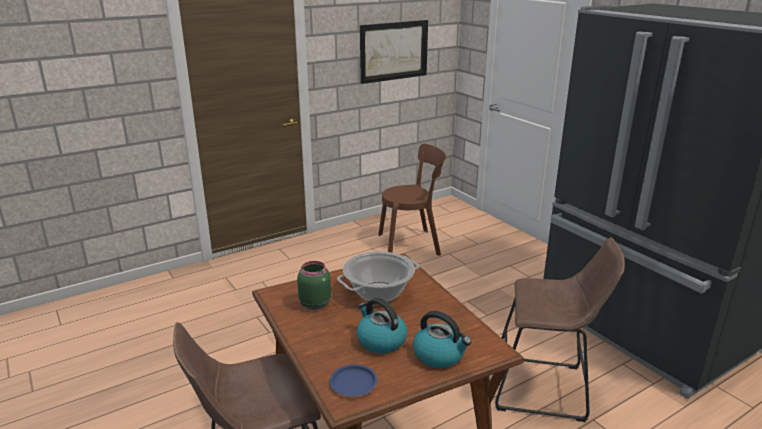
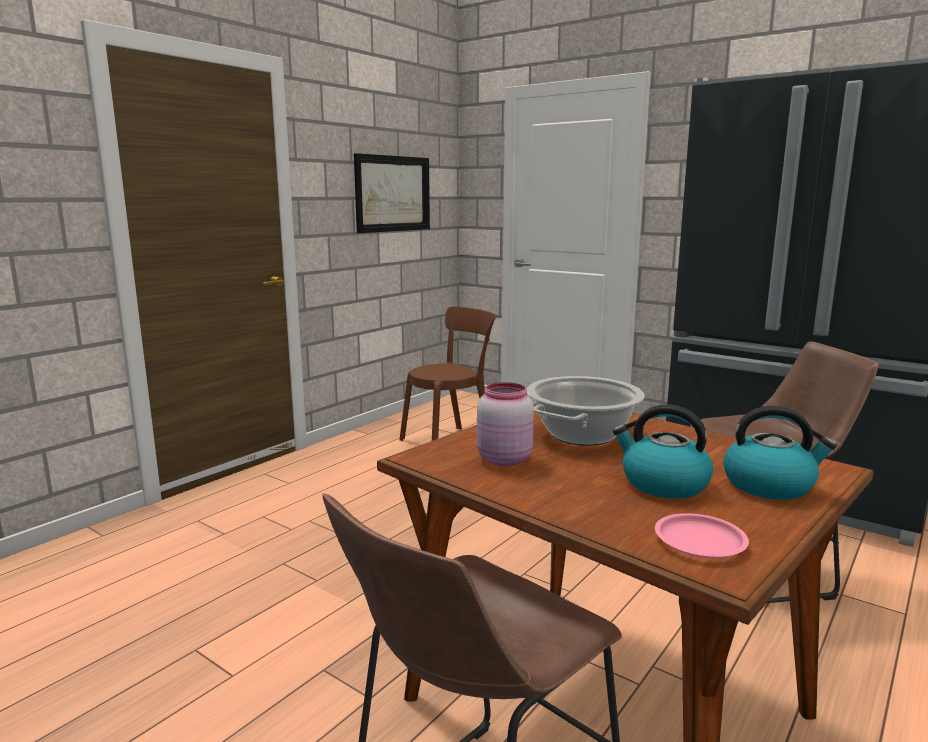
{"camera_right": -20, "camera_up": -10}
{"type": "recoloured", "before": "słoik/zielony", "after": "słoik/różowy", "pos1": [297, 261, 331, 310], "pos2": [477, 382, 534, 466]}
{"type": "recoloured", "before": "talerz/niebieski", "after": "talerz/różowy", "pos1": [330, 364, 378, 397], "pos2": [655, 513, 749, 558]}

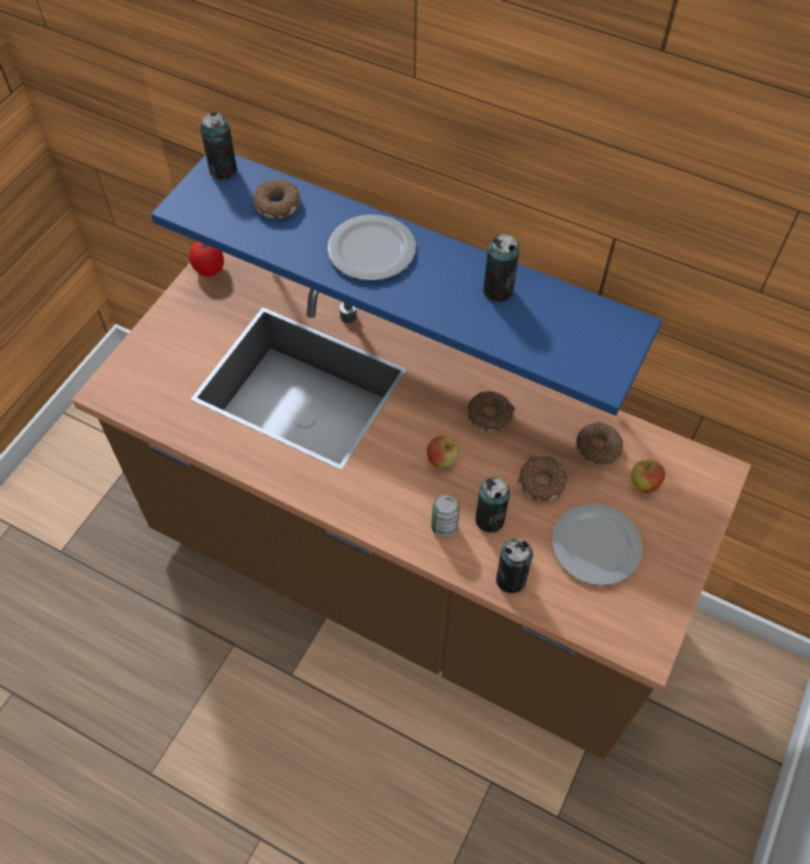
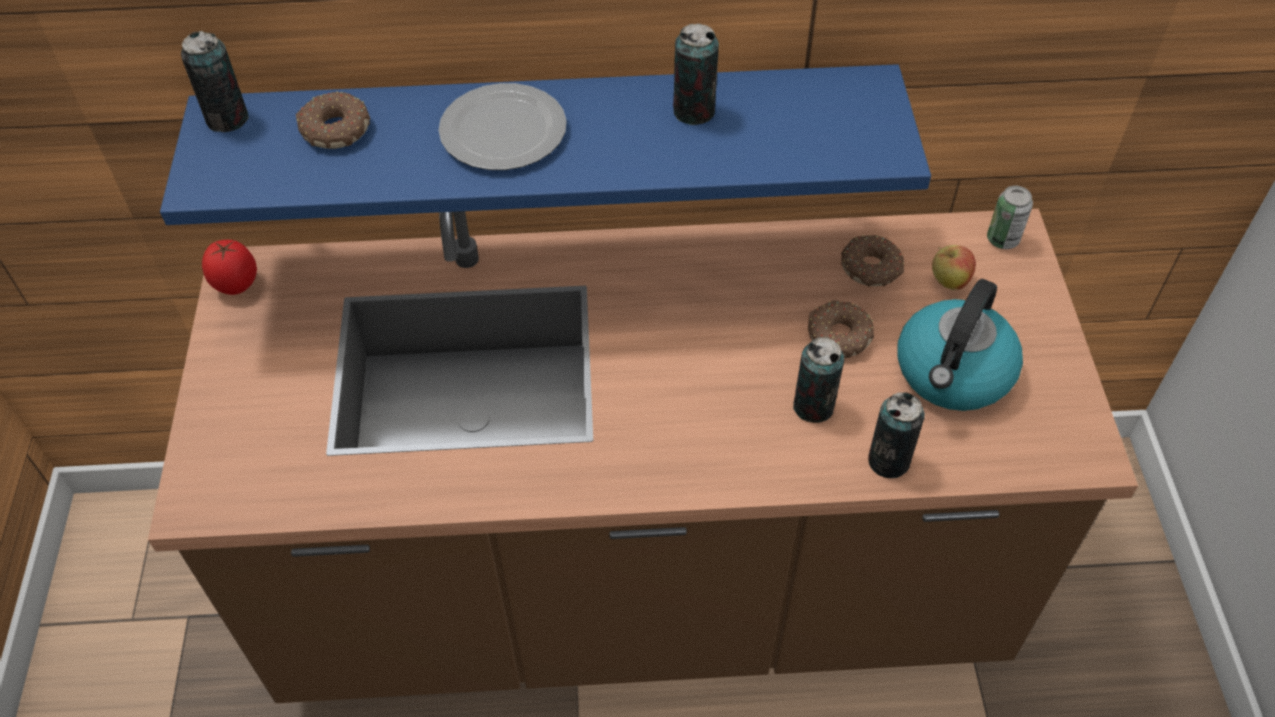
{"camera_right": -30, "camera_up": -5}
{"type": "removed", "before": "donut", "pos1": [467, 391, 515, 432]}
{"type": "removed", "before": "jabłko", "pos1": [427, 435, 459, 468]}
{"type": "moved", "before": "puszka", "pos1": [431, 494, 460, 538], "pos2": [987, 186, 1033, 249]}
{"type": "replaced", "before": "talerz", "after": "czajnik", "pos1": [552, 504, 642, 585], "pos2": [897, 279, 1023, 411]}

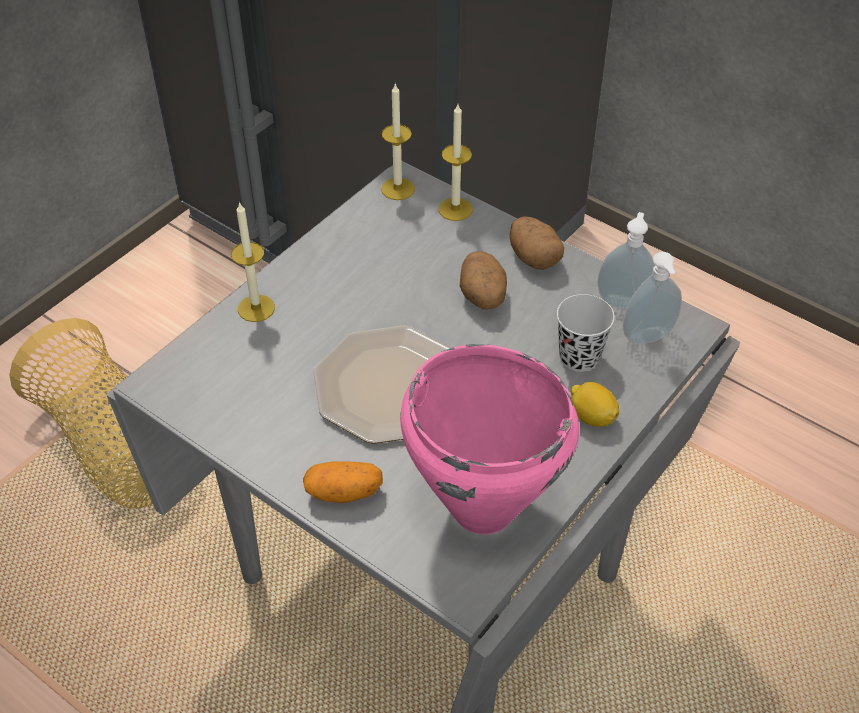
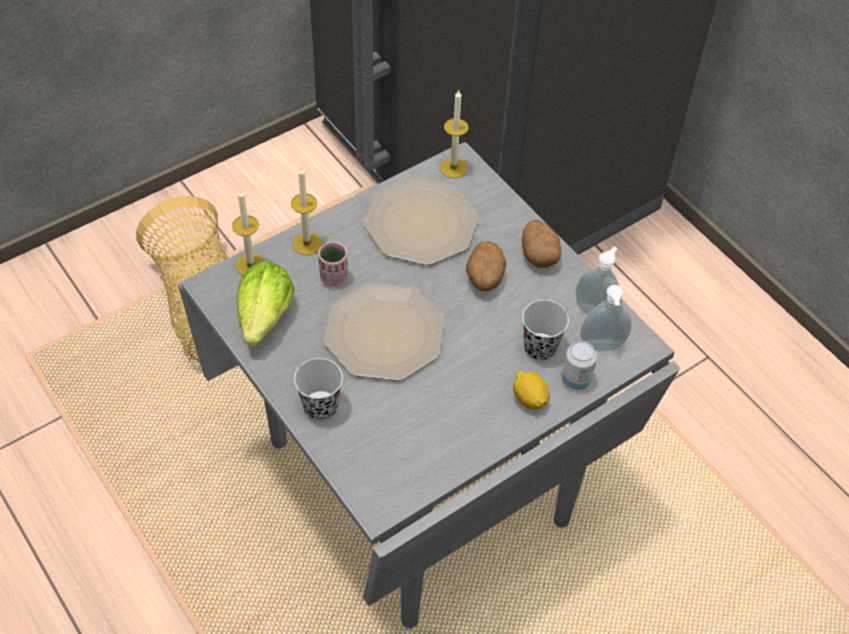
{"camera_right": 15, "camera_up": 5}
{"type": "moved", "before": "świeca", "pos1": [438, 104, 473, 221], "pos2": [232, 189, 265, 276]}
{"type": "removed", "before": "garnek/różowy", "pos1": [400, 344, 579, 535]}
{"type": "replaced", "before": "ziemniak", "after": "filiżanka/czarny", "pos1": [303, 461, 383, 503], "pos2": [294, 358, 343, 421]}
{"type": "added", "after": "talerz", "pos2": [364, 178, 479, 265]}
{"type": "added", "after": "filiżanka/różowy", "pos2": [318, 242, 348, 287]}
{"type": "added", "after": "sałata", "pos2": [237, 261, 295, 346]}
{"type": "added", "after": "puszka", "pos2": [562, 341, 597, 390]}

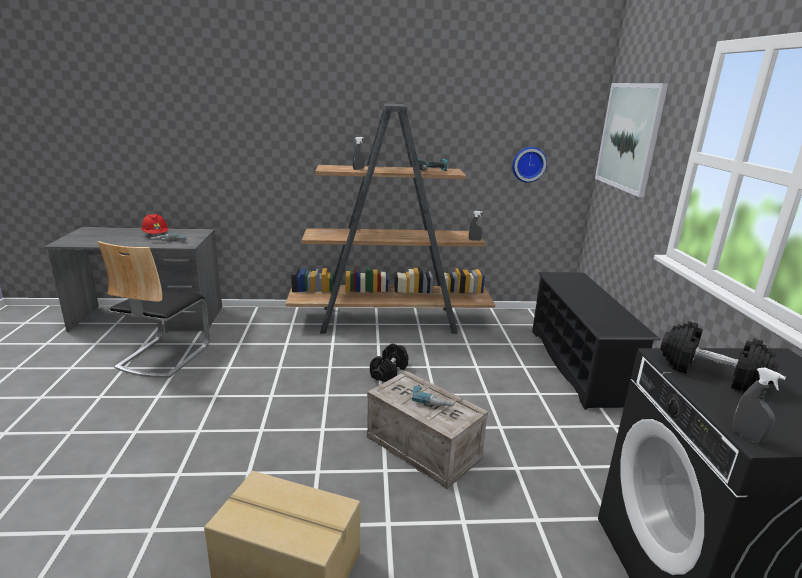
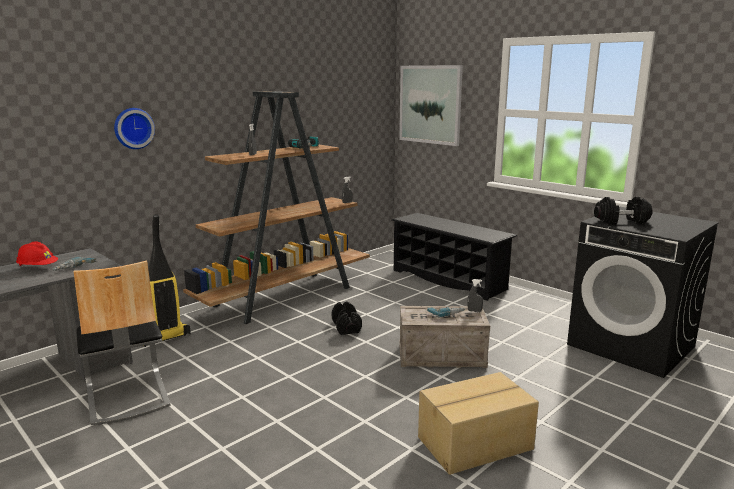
{"camera_right": -40, "camera_up": -5}
{"type": "moved", "before": "zegar ścienny", "pos1": [512, 147, 547, 183], "pos2": [114, 108, 155, 149]}
{"type": "moved", "before": "spryskiwacz/szary", "pos1": [732, 367, 786, 444], "pos2": [468, 279, 483, 312]}
{"type": "added", "after": "odkurzacz", "pos2": [143, 214, 191, 347]}

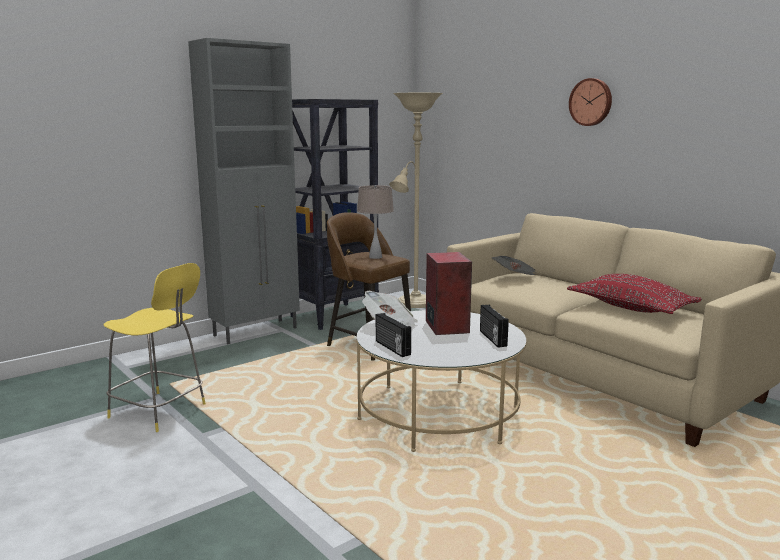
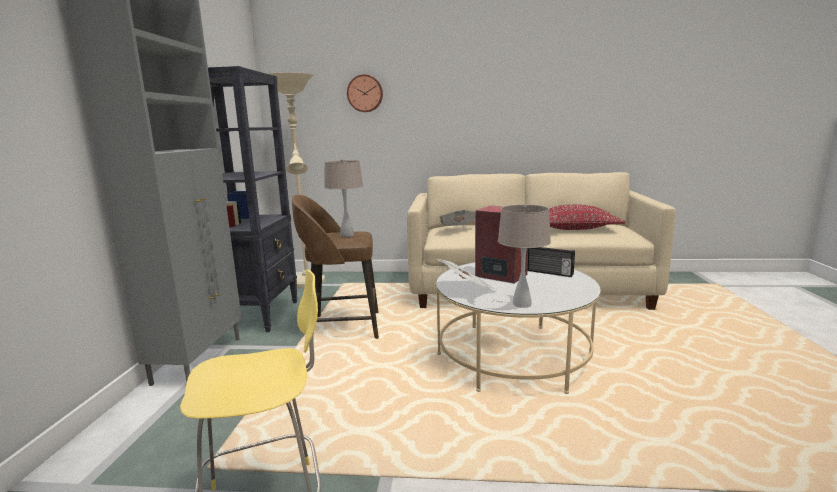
{"camera_right": -45, "camera_up": 0}
{"type": "moved", "before": "zegar ścienny", "pos1": [569, 78, 612, 126], "pos2": [347, 74, 383, 112]}
{"type": "replaced", "before": "radio", "after": "lampa stołowa/beżowy", "pos1": [376, 313, 411, 357], "pos2": [498, 205, 551, 308]}

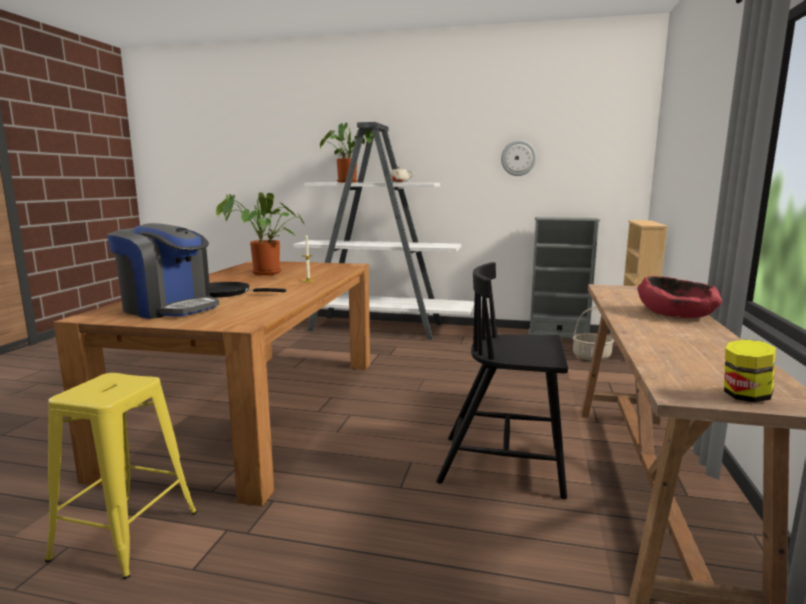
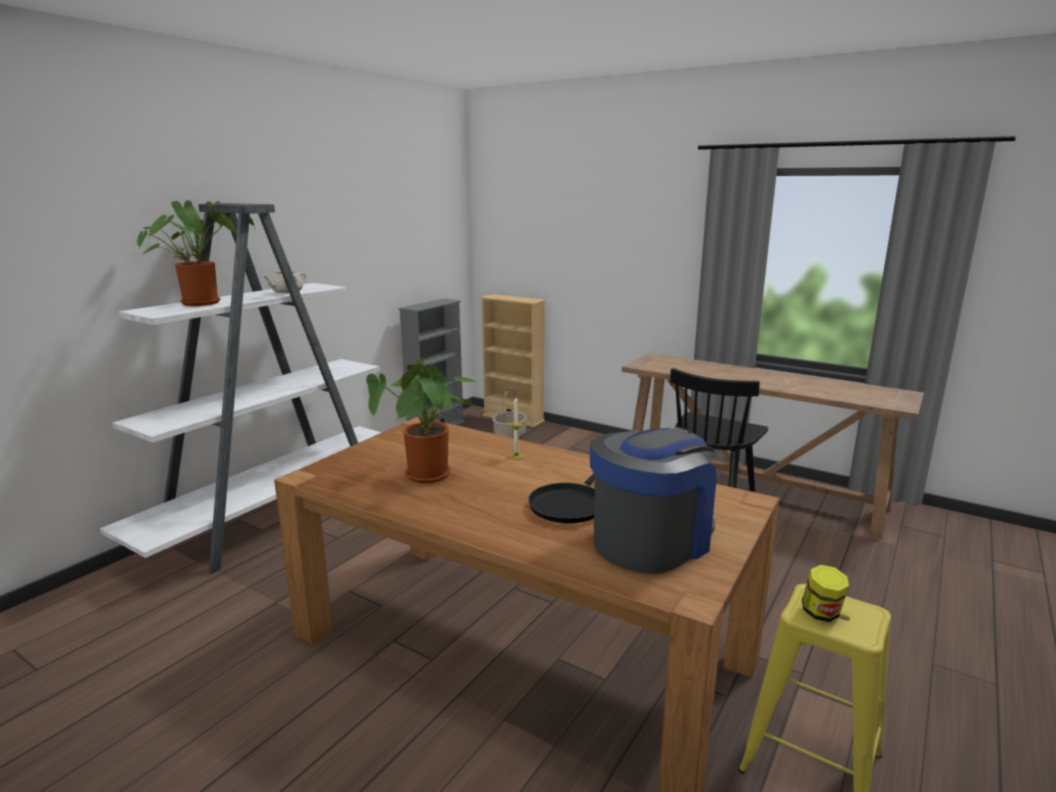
{"camera_right": -70, "camera_up": 5}
{"type": "removed", "before": "zegar ścienny", "pos1": [501, 140, 536, 176]}
{"type": "removed", "before": "miska/czerwony", "pos1": [637, 276, 722, 318]}
{"type": "moved", "before": "słoik", "pos1": [724, 339, 776, 402], "pos2": [802, 565, 849, 622]}

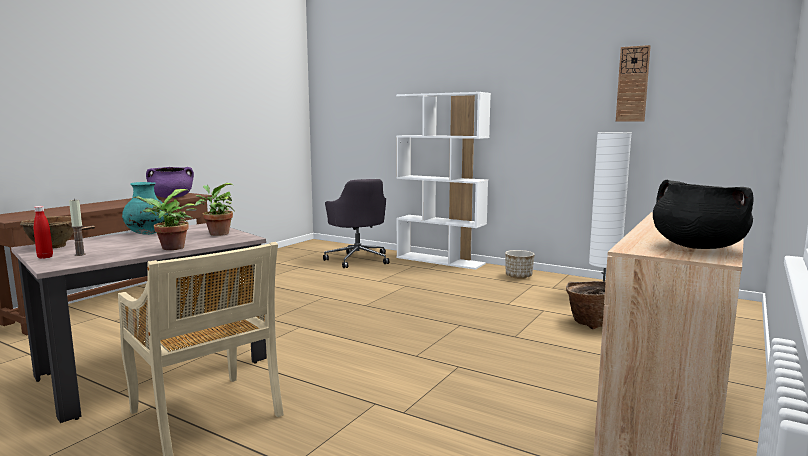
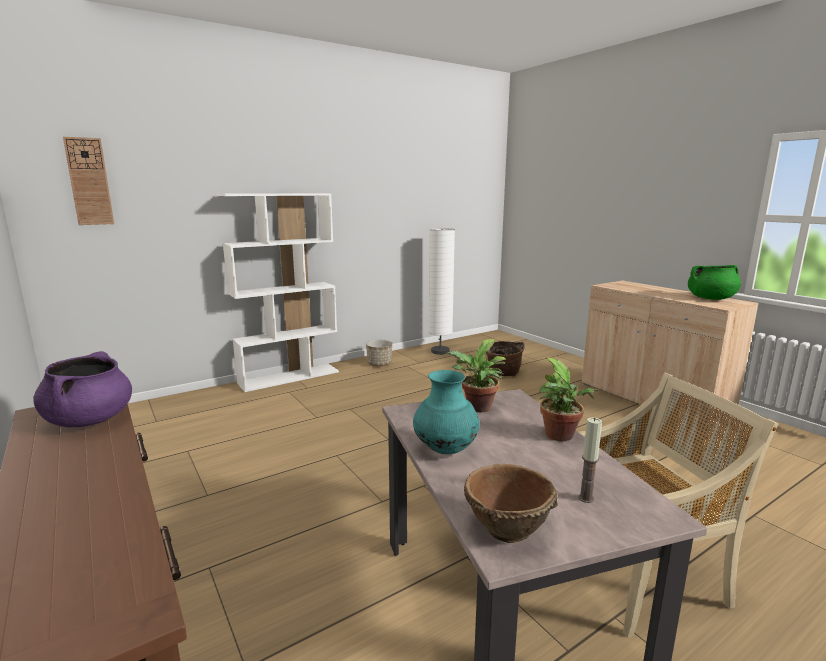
{"camera_right": -65, "camera_up": 5}
{"type": "moved", "before": "zegar ścienny", "pos1": [616, 45, 651, 121], "pos2": [63, 137, 114, 225]}
{"type": "removed", "before": "krzesło biurowe/szary", "pos1": [323, 179, 389, 268]}
{"type": "recoloured", "before": "garnek/czarny", "after": "garnek/zielony", "pos1": [653, 180, 754, 249], "pos2": [688, 265, 741, 300]}
{"type": "removed", "before": "butelka/czerwony", "pos1": [34, 206, 53, 259]}

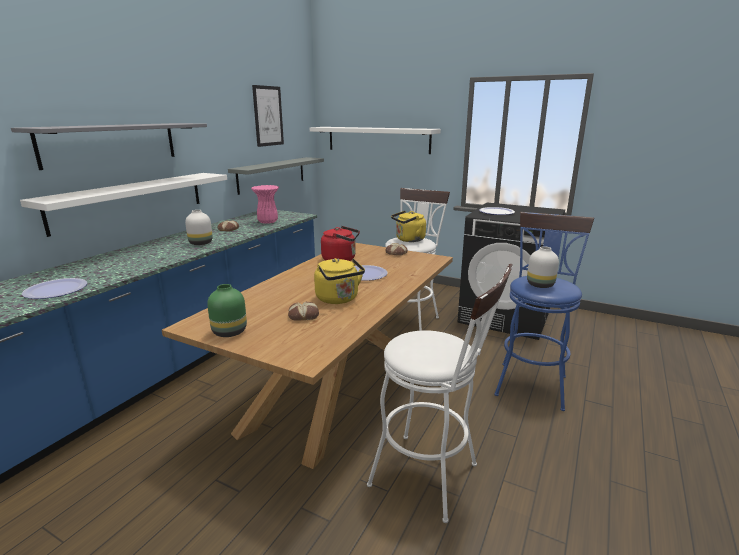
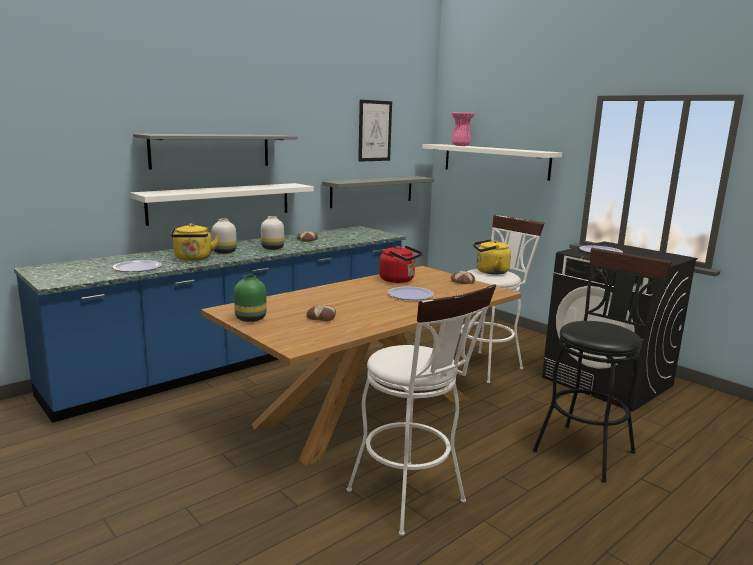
{"camera_right": 20, "camera_up": -5}
{"type": "moved", "before": "wazon/różowy", "pos1": [251, 185, 279, 224], "pos2": [451, 112, 475, 146]}
{"type": "recoloured", "before": "stołek/niebieski", "after": "stołek/czarny", "pos1": [494, 212, 594, 411], "pos2": [533, 248, 672, 482]}
{"type": "moved", "before": "wazon/biały", "pos1": [527, 246, 559, 288], "pos2": [212, 218, 237, 254]}
{"type": "moved", "before": "czajnik/żółty", "pos1": [314, 258, 365, 304], "pos2": [171, 223, 219, 261]}

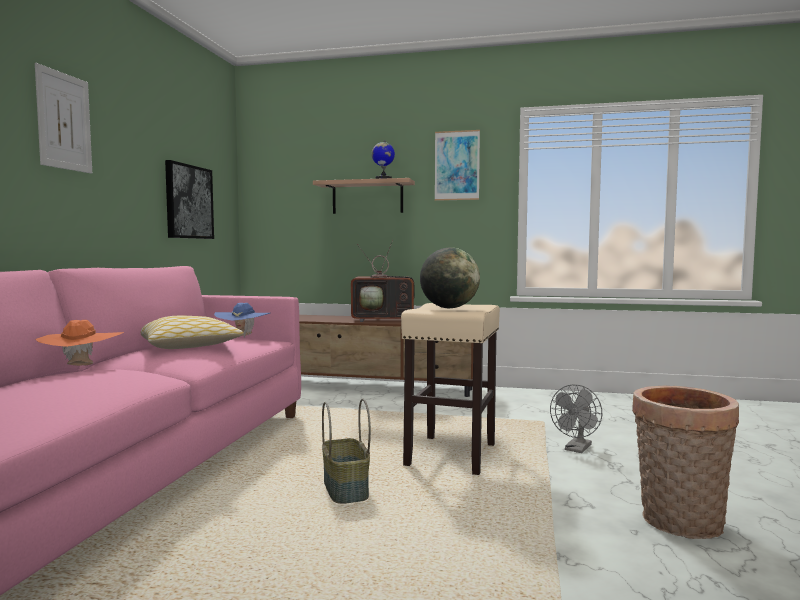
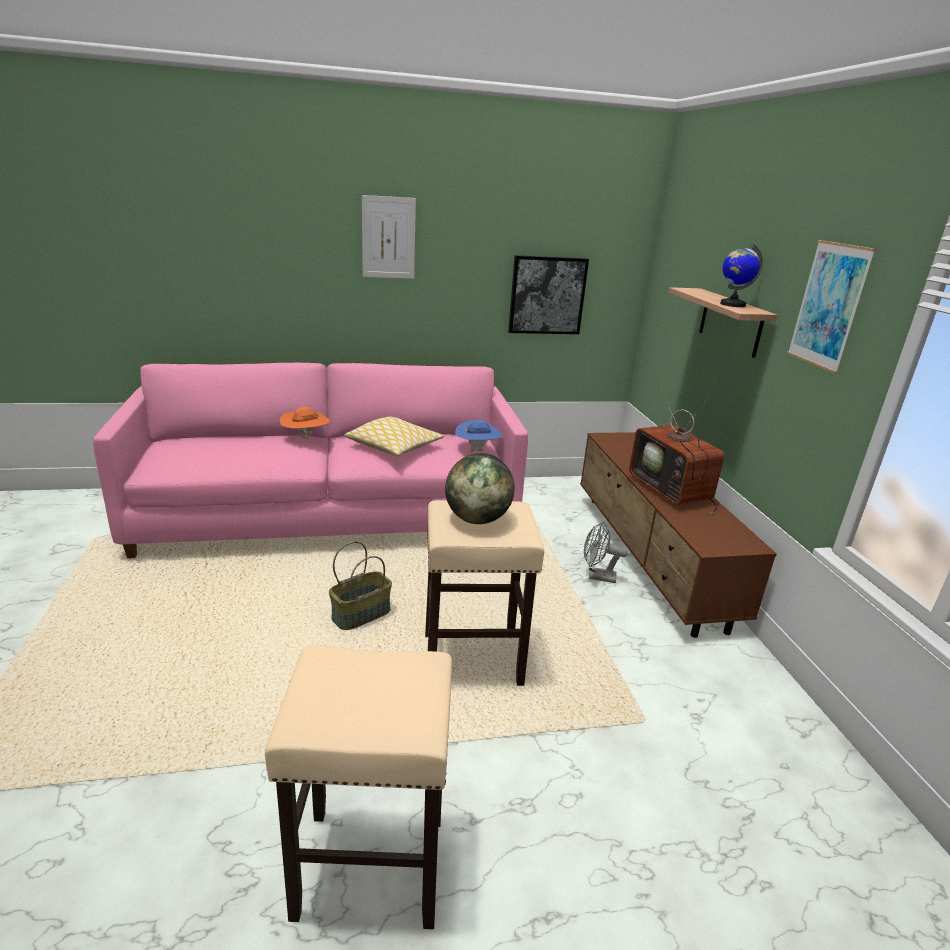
{"camera_right": 65, "camera_up": 20}
{"type": "moved", "before": "wentylator/szary", "pos1": [550, 384, 602, 453], "pos2": [584, 522, 628, 583]}
{"type": "replaced", "before": "koszyk", "after": "stołek/beżowy", "pos1": [632, 386, 739, 539], "pos2": [265, 645, 452, 929]}

